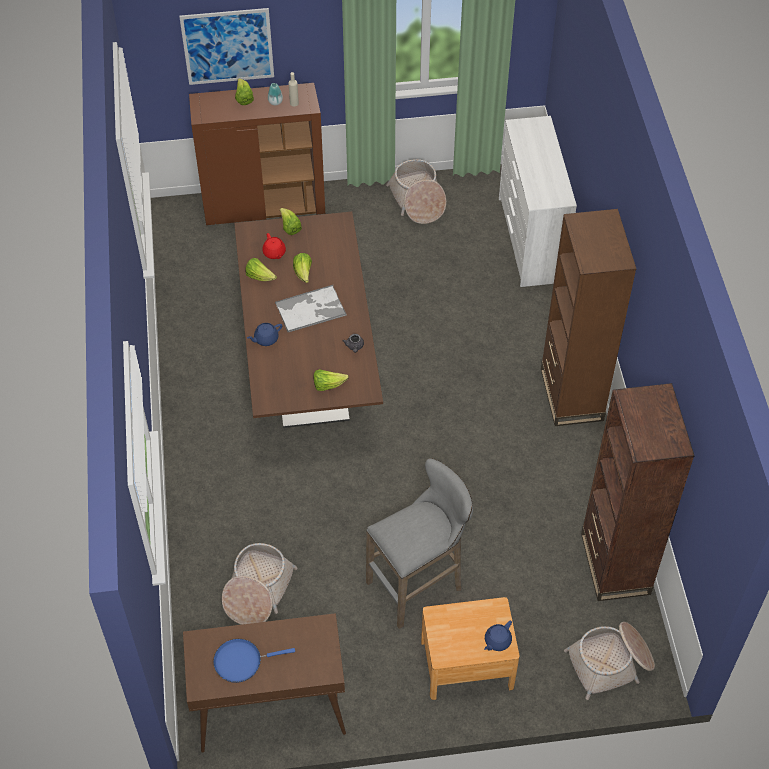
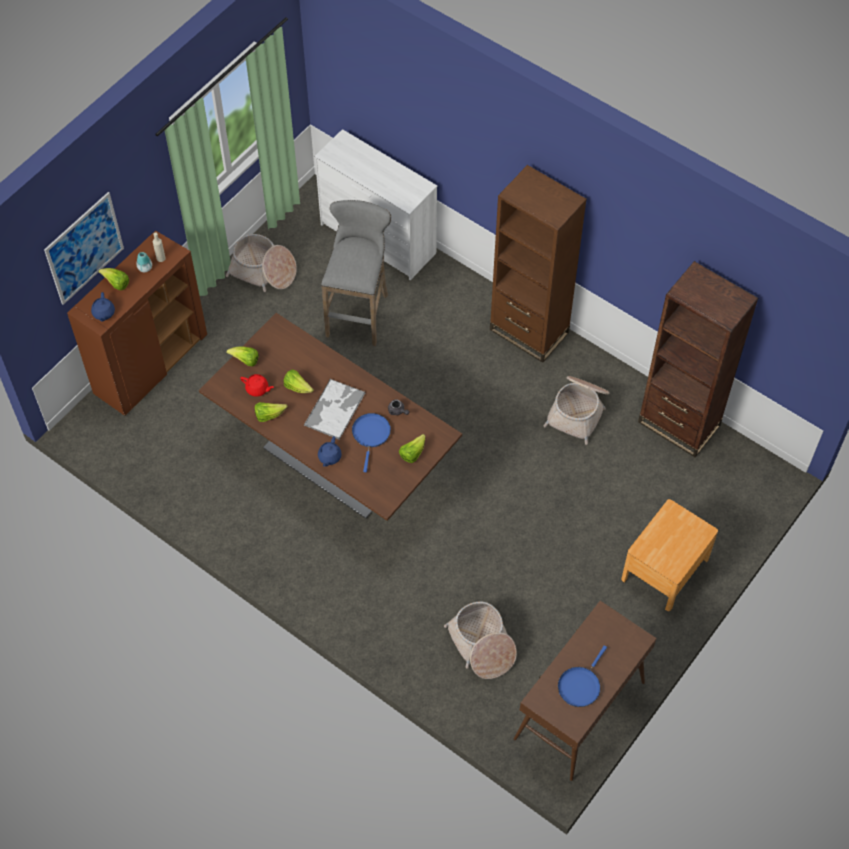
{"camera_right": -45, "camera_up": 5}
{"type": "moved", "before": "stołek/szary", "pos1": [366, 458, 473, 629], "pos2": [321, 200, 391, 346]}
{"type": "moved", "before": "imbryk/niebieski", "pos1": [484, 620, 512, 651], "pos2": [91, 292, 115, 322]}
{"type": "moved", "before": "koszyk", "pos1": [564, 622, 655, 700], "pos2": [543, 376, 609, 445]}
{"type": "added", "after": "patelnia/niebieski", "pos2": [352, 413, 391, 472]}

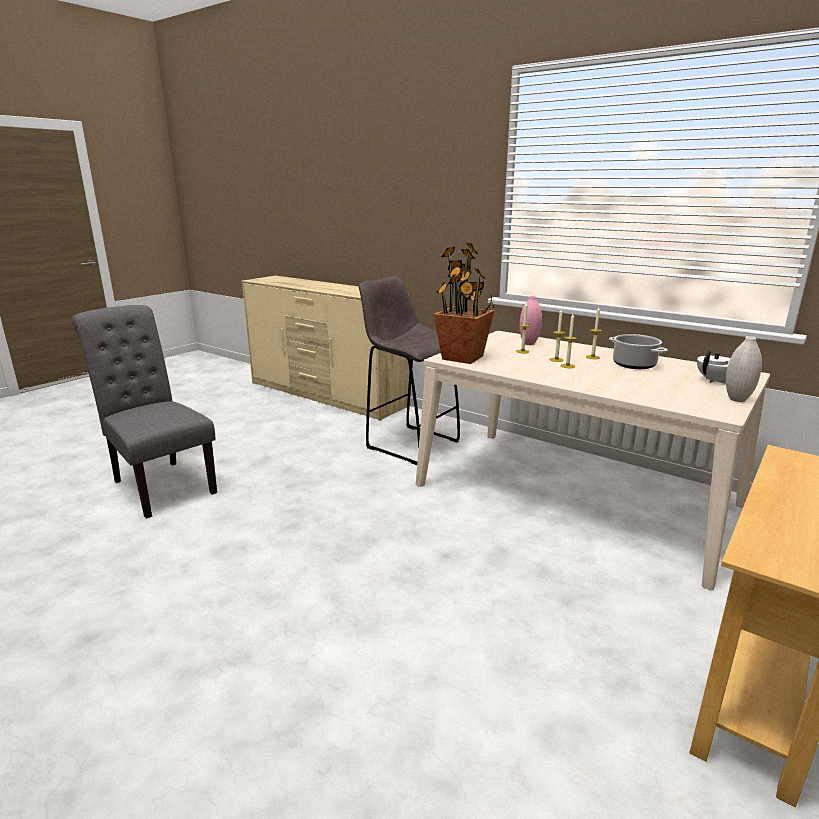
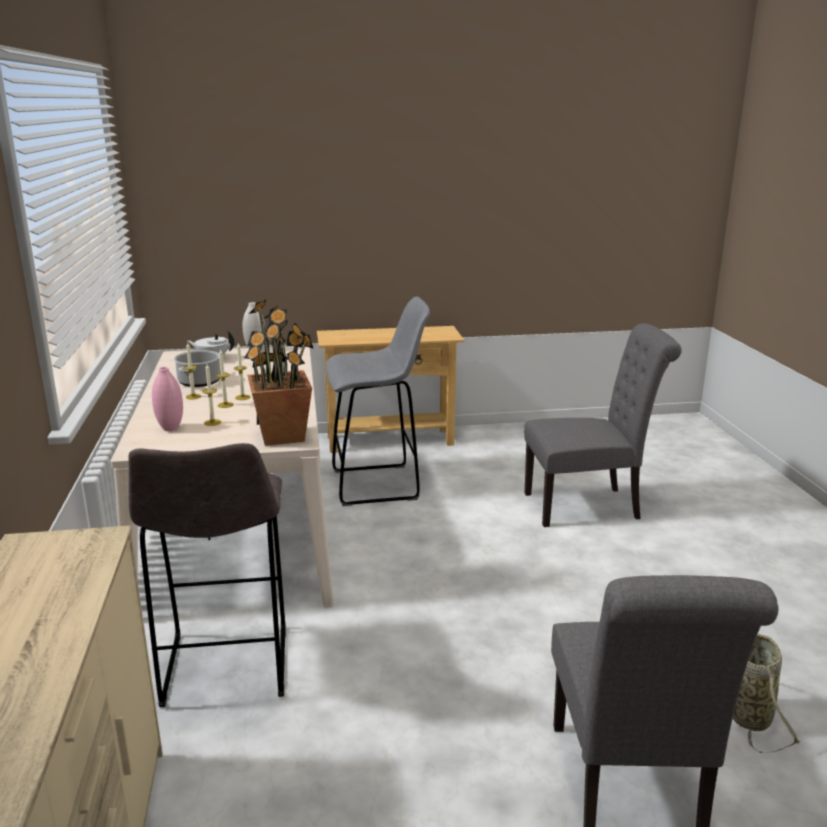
{"camera_right": -135, "camera_up": 0}
{"type": "added", "after": "stołek/szary", "pos2": [326, 296, 430, 506]}
{"type": "added", "after": "krzesło/szary", "pos2": [524, 324, 682, 527]}
{"type": "added", "after": "koszyk", "pos2": [733, 634, 800, 753]}

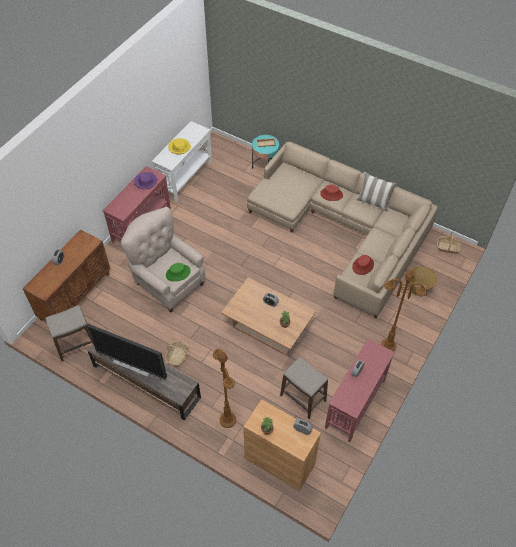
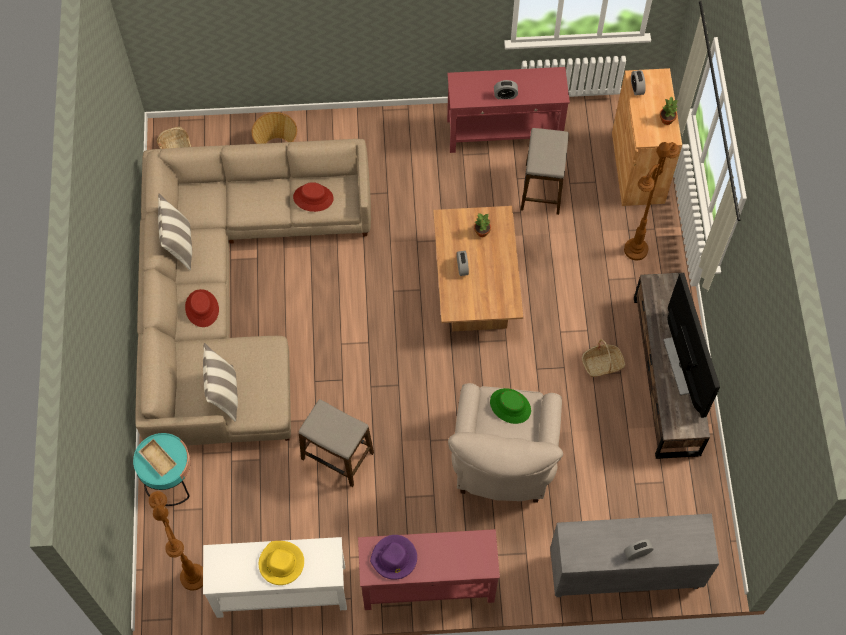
{"camera_right": -125, "camera_up": 10}
{"type": "recoloured", "before": "szafka/brązowy", "after": "szafka/szary", "pos1": [23, 229, 110, 321], "pos2": [550, 514, 719, 597]}
{"type": "moved", "before": "lampa stojąca/brązowy", "pos1": [381, 271, 427, 351], "pos2": [149, 491, 203, 591]}
{"type": "moved", "before": "stołek", "pos1": [45, 305, 93, 362], "pos2": [299, 399, 374, 487]}
{"type": "added", "after": "poduszka", "pos2": [203, 343, 238, 422]}

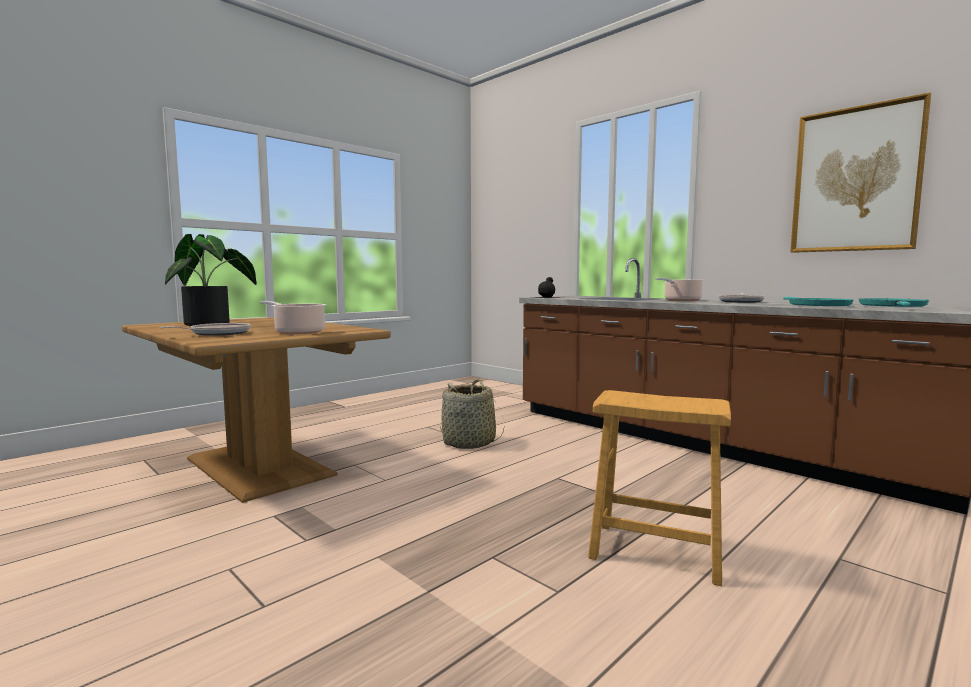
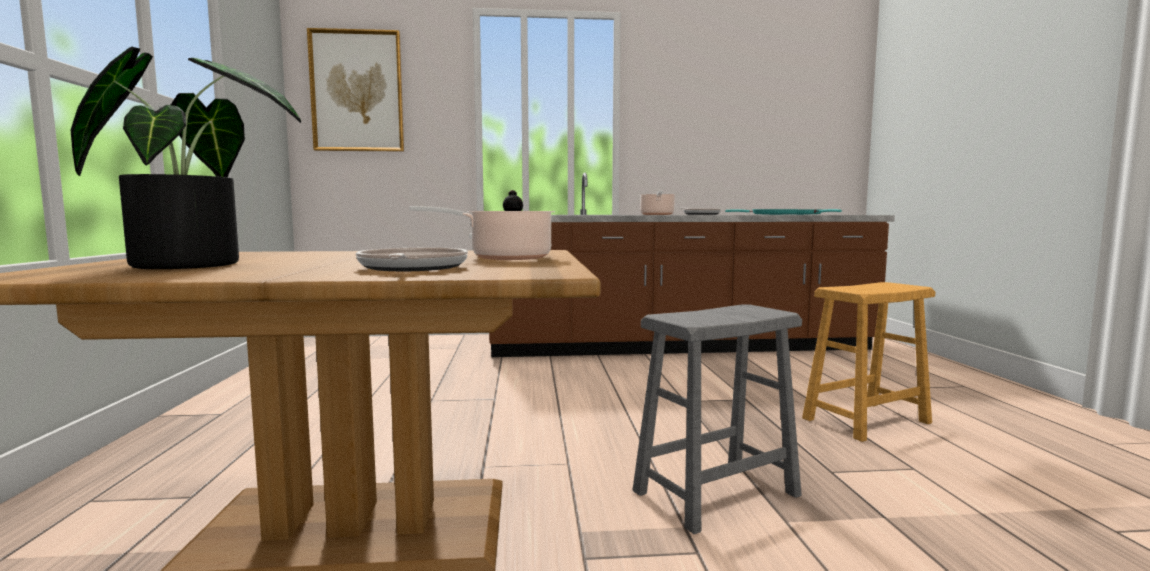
{"camera_right": -50, "camera_up": 0}
{"type": "moved", "before": "obraz", "pos1": [790, 92, 931, 253], "pos2": [307, 28, 404, 152]}
{"type": "removed", "before": "koszyk", "pos1": [440, 379, 504, 449]}
{"type": "added", "after": "stołek/szary", "pos2": [632, 304, 802, 534]}

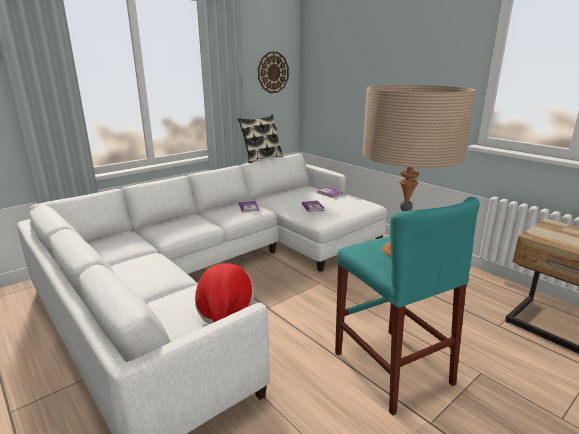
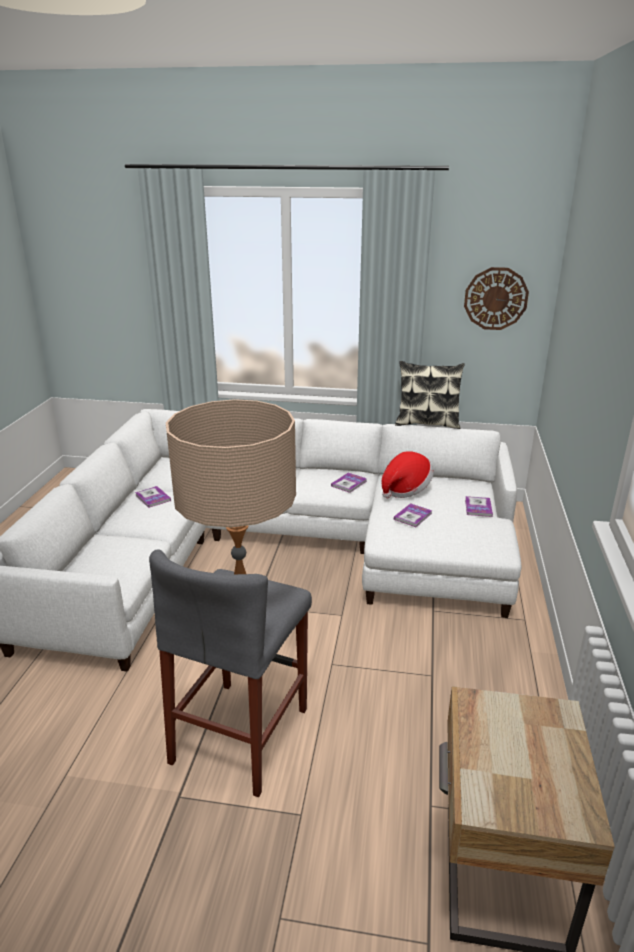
{"camera_right": 50, "camera_up": 5}
{"type": "recoloured", "before": "stołek/turkusowy", "after": "stołek/szary", "pos1": [335, 197, 480, 416], "pos2": [149, 549, 312, 798]}
{"type": "moved", "before": "kapelusz", "pos1": [195, 263, 254, 324], "pos2": [381, 451, 434, 498]}
{"type": "added", "after": "książka", "pos2": [135, 486, 171, 508]}

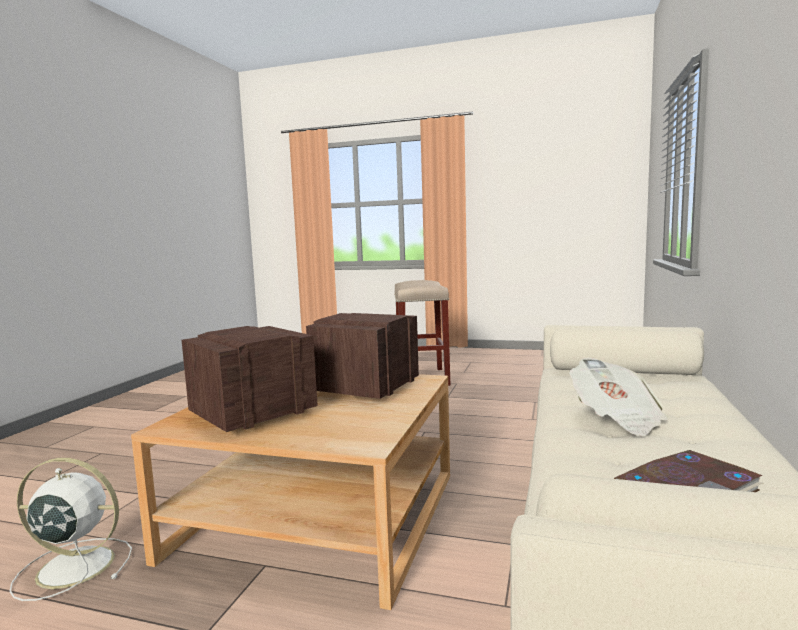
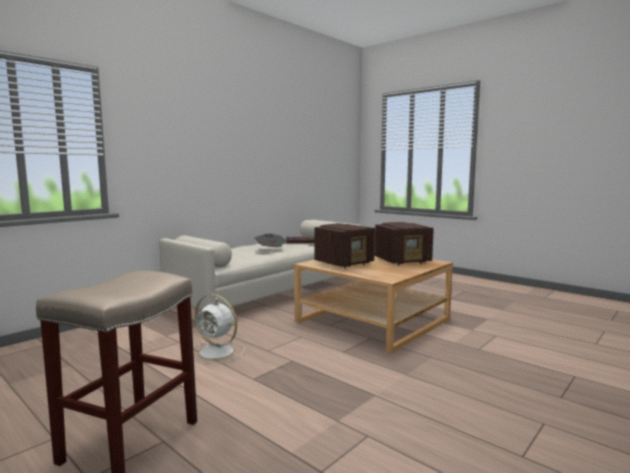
{"camera_right": -155, "camera_up": 0}
{"type": "moved", "before": "wentylator/biały", "pos1": [10, 458, 132, 601], "pos2": [193, 294, 245, 364]}

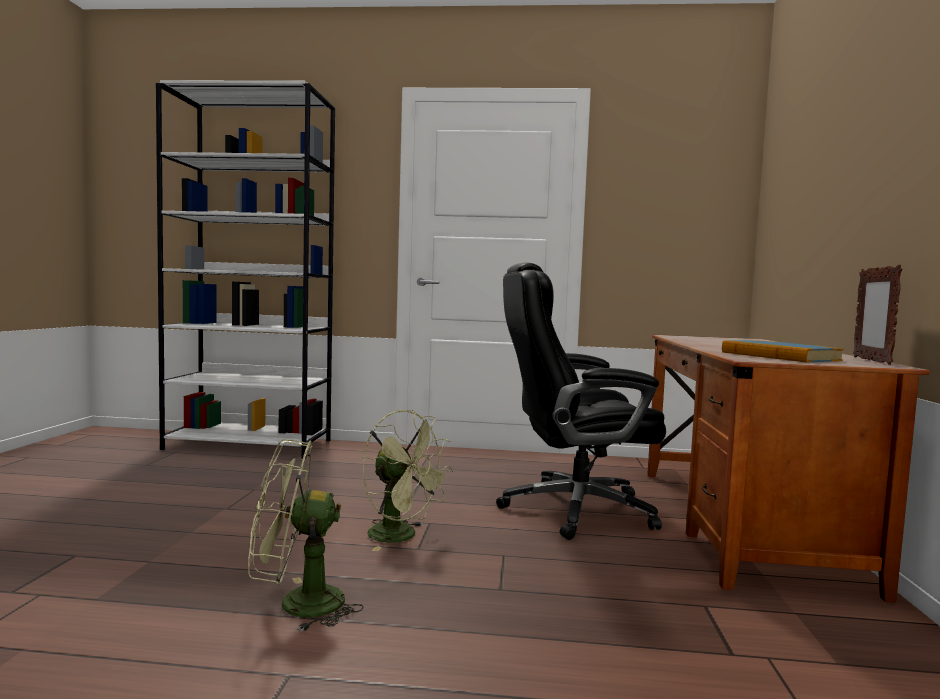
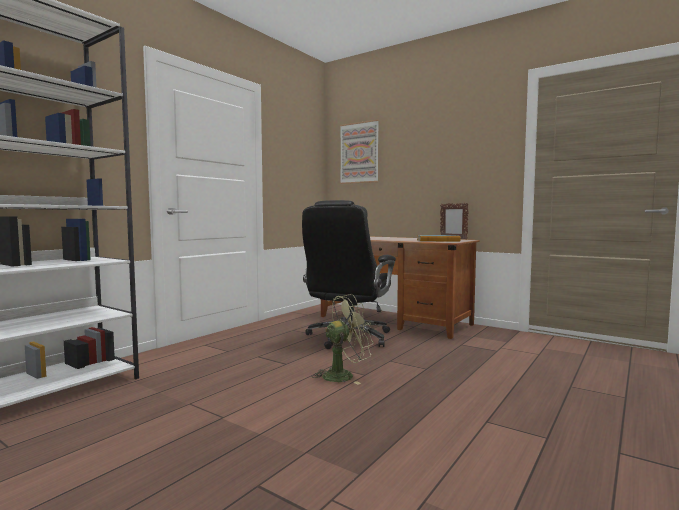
{"camera_right": -60, "camera_up": 0}
{"type": "removed", "before": "wentylator/zielony", "pos1": [248, 439, 363, 632]}
{"type": "added", "after": "obraz", "pos2": [340, 119, 379, 184]}

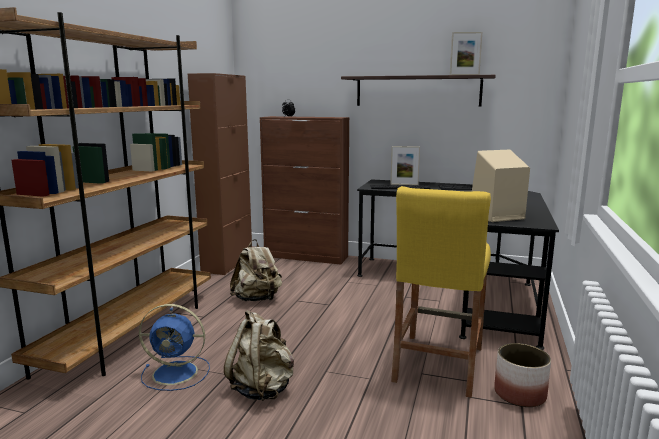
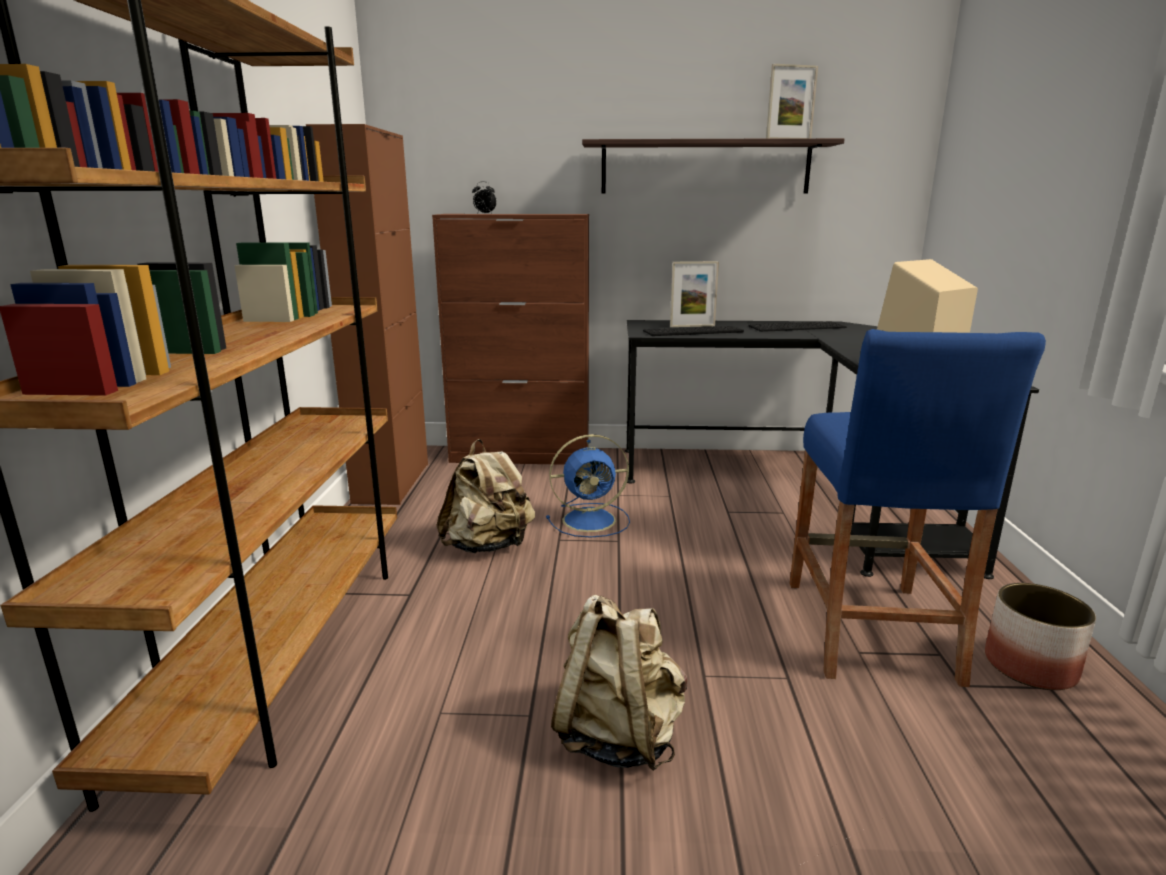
{"camera_right": -15, "camera_up": 5}
{"type": "recoloured", "before": "stołek/żółty", "after": "stołek/niebieski", "pos1": [391, 186, 491, 398], "pos2": [790, 329, 1046, 687]}
{"type": "moved", "before": "wentylator/niebieski", "pos1": [139, 304, 210, 391], "pos2": [546, 434, 630, 538]}

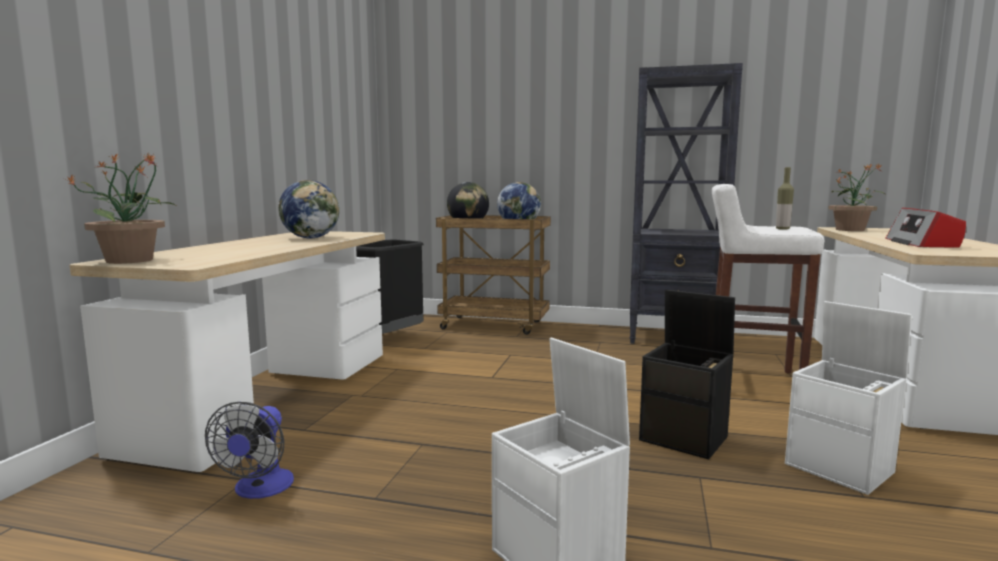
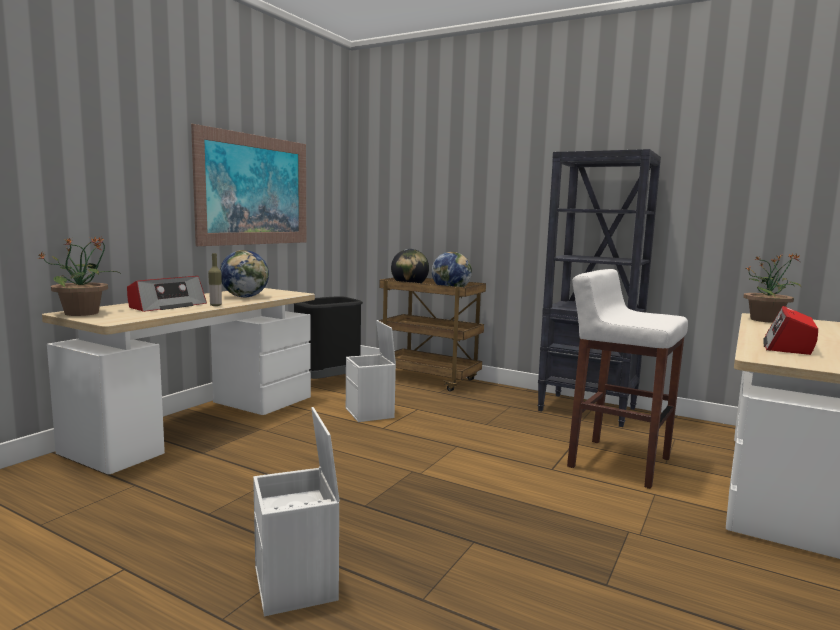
{"camera_right": 15, "camera_up": 0}
{"type": "moved", "before": "butelka", "pos1": [776, 167, 794, 230], "pos2": [208, 253, 222, 306]}
{"type": "removed", "before": "pojemnik do przechowywania/czarny", "pos1": [639, 289, 735, 459]}
{"type": "moved", "before": "pojemnik do przechowywania/biały", "pos1": [785, 301, 911, 495], "pos2": [346, 320, 396, 422]}
{"type": "removed", "before": "wentylator", "pos1": [205, 402, 294, 499]}
{"type": "added", "after": "obraz", "pos2": [191, 124, 306, 246]}
{"type": "added", "after": "radio", "pos2": [127, 276, 207, 312]}

